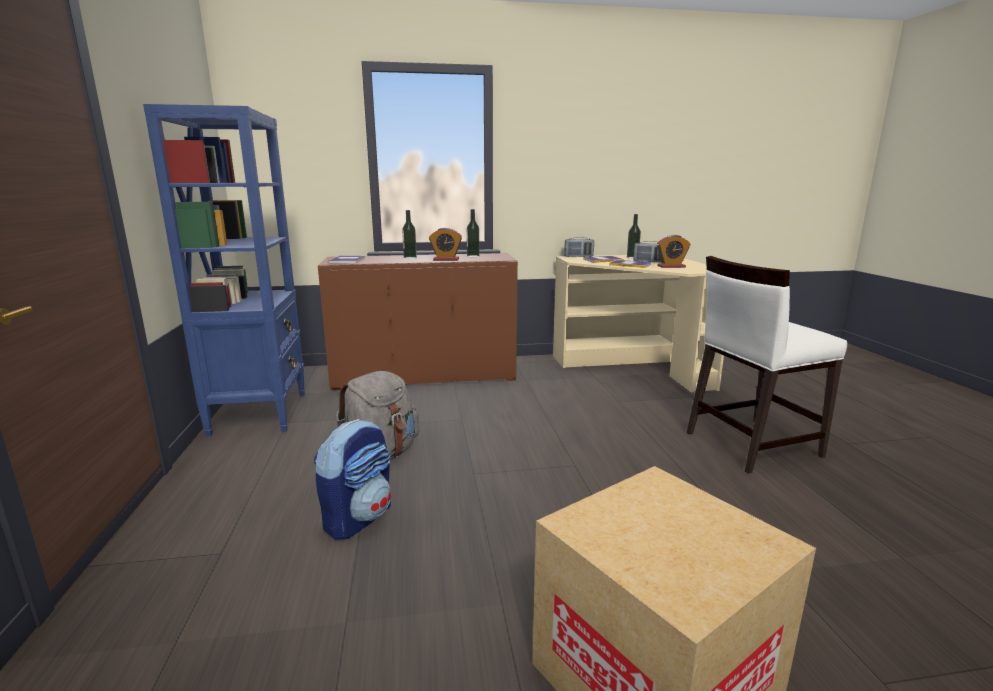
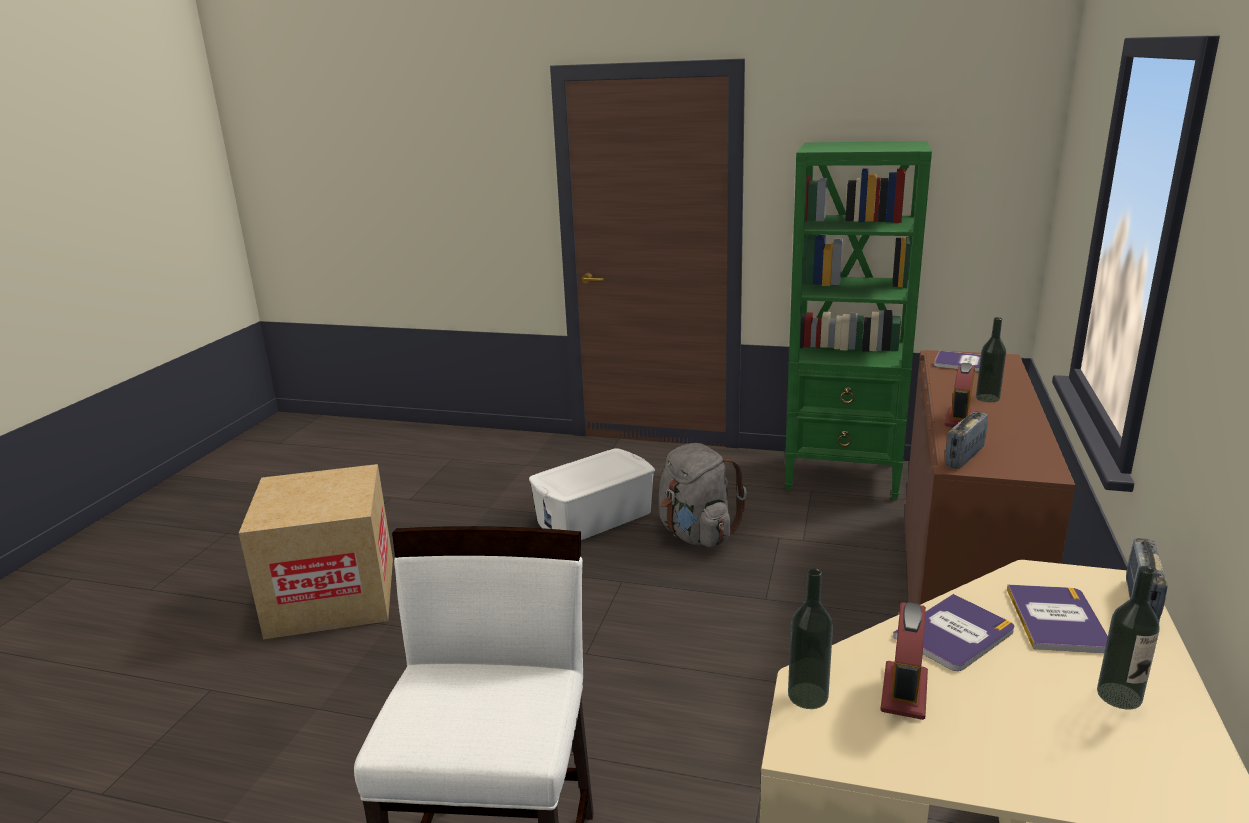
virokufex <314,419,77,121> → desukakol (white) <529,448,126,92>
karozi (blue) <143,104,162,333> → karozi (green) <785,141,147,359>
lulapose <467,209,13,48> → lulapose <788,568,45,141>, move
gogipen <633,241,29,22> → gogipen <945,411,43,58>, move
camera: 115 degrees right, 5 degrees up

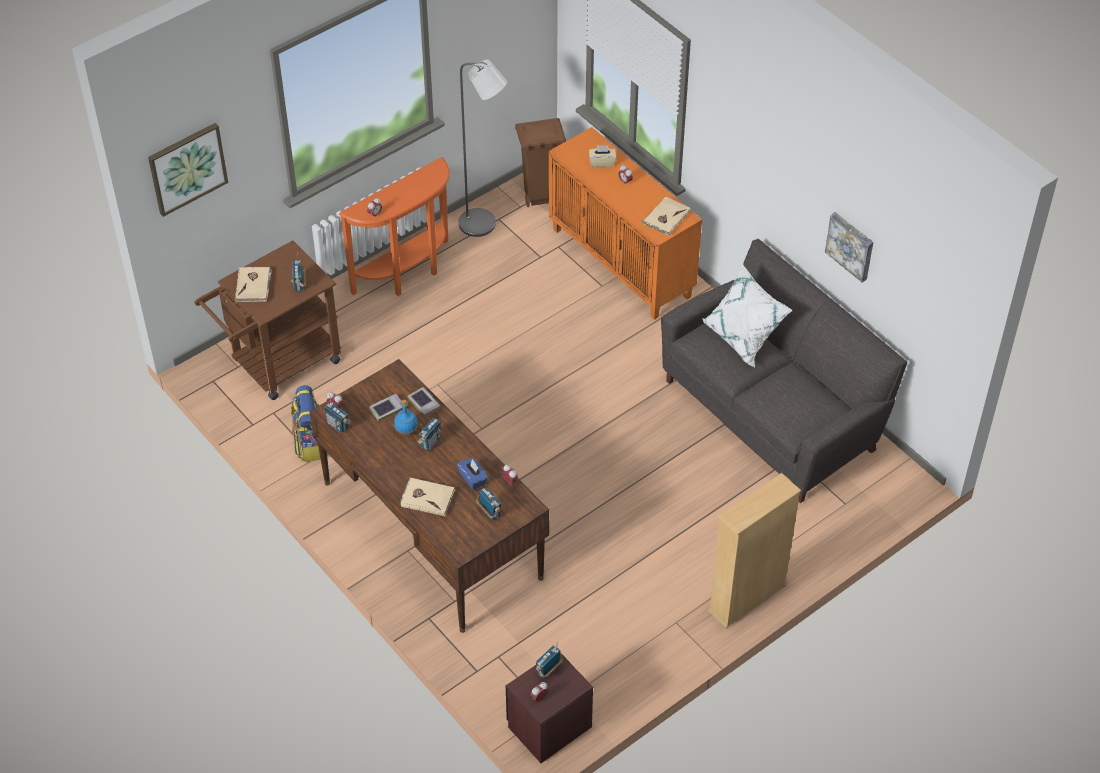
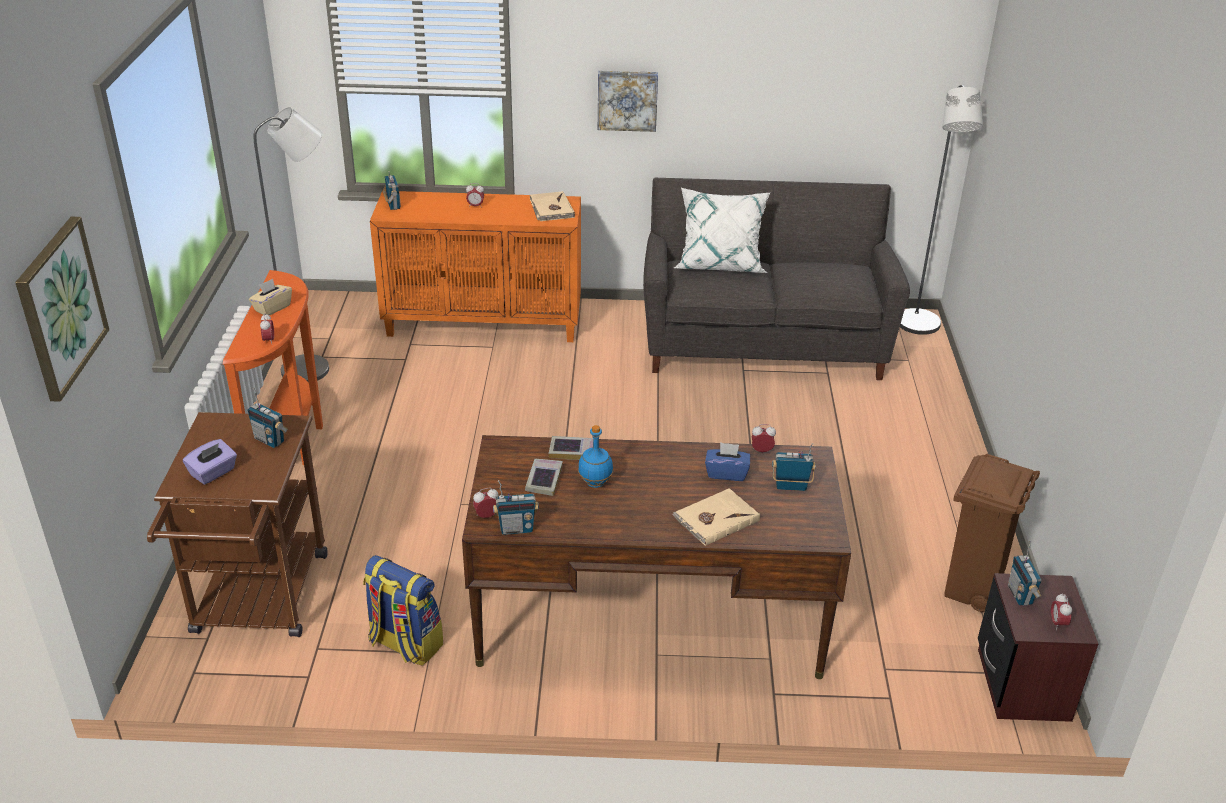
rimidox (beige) <235,267,37,35> → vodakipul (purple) <183,439,54,46>
vodakipul (beige) <589,145,27,22> → vodakipul (beige) <249,279,43,36>, move
gogipen <417,418,24,33> → gogipen <382,171,19,39>, move
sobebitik <825,212,48,70> → sobebitik <598,71,60,61>, move
- → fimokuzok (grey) <900,85,83,250>
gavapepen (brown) <515,118,51,89> → gavapepen (brown) <944,454,96,158>, move
karozi (beige) <708,473,93,155> → -
camera: 50 degrees left, 15 degrees down

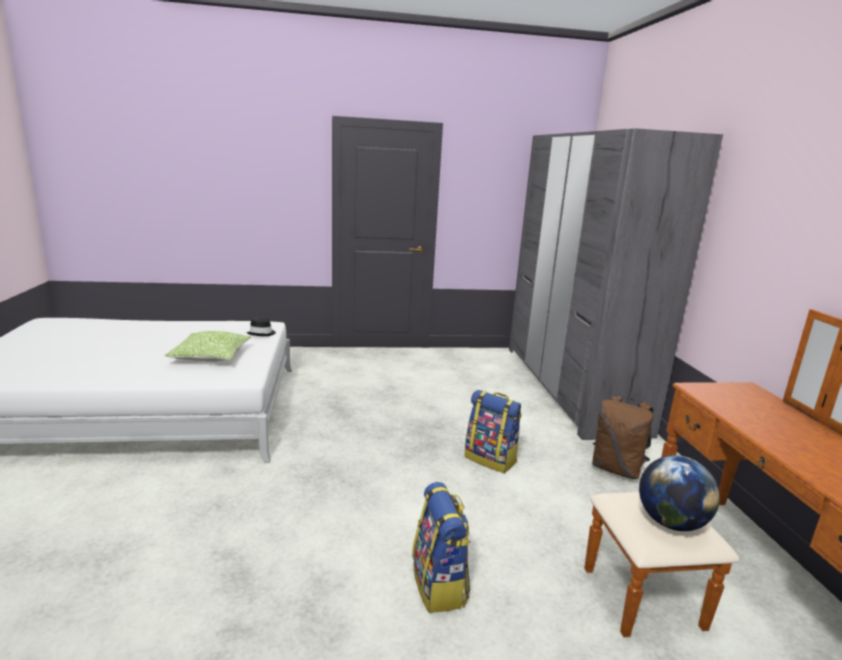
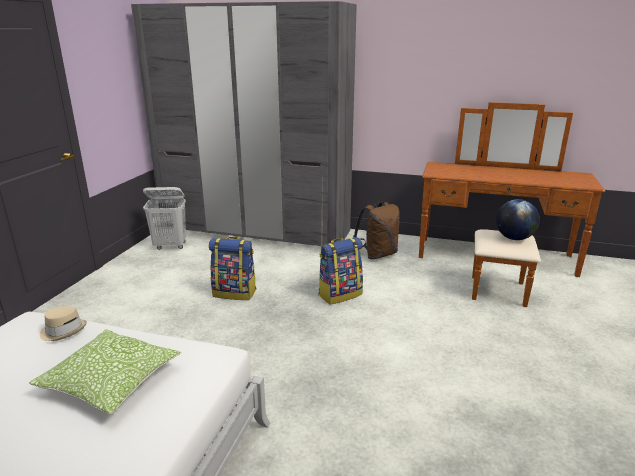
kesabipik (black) <246,318,30,18> → kesabipik (beige) <40,306,47,35>
- → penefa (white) <143,187,43,63>
virokufex <412,482,58,131> → virokufex <209,237,47,63>, move
camera: 65 degrees left, 5 degrees up

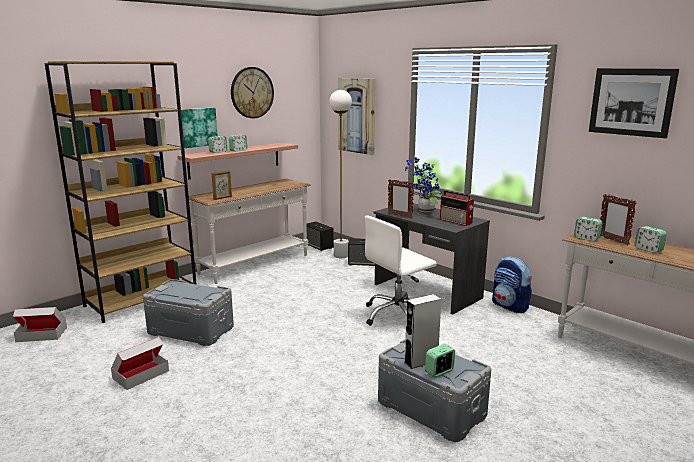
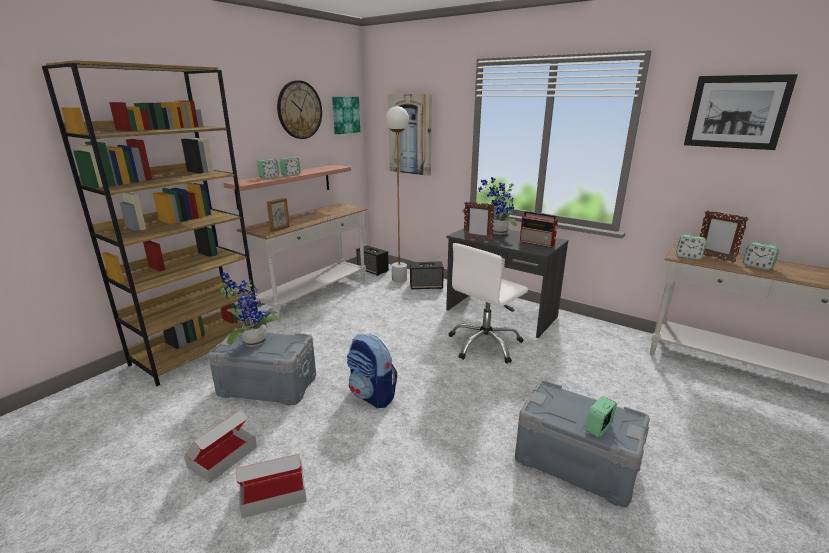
- → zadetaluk <220,272,58,75>
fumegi <13,307,54,35> → fumegi <236,454,71,64>, move
sobebitik <181,108,36,40> → sobebitik <332,97,28,37>, move
virokufex <492,257,40,56> → virokufex <347,334,50,74>, move
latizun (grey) <404,294,37,75> → -
camera: 10 degrees left, 5 degrees up

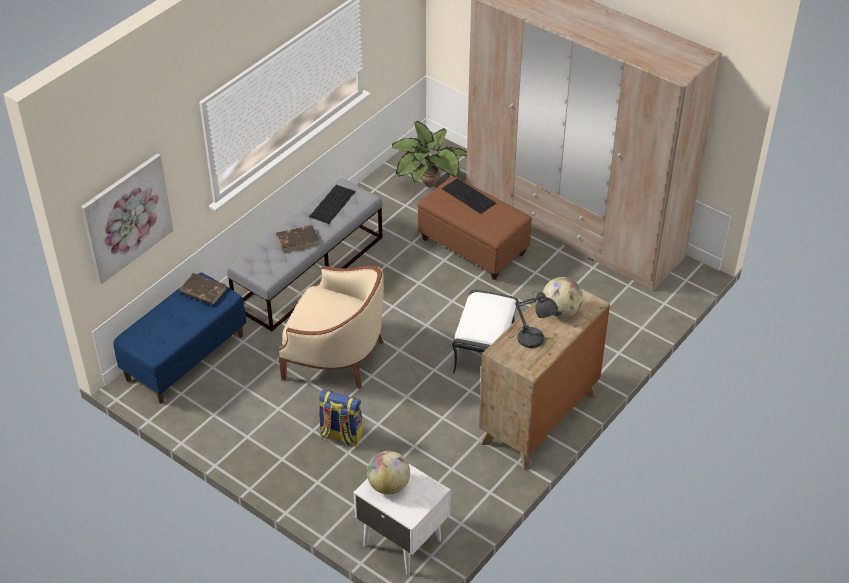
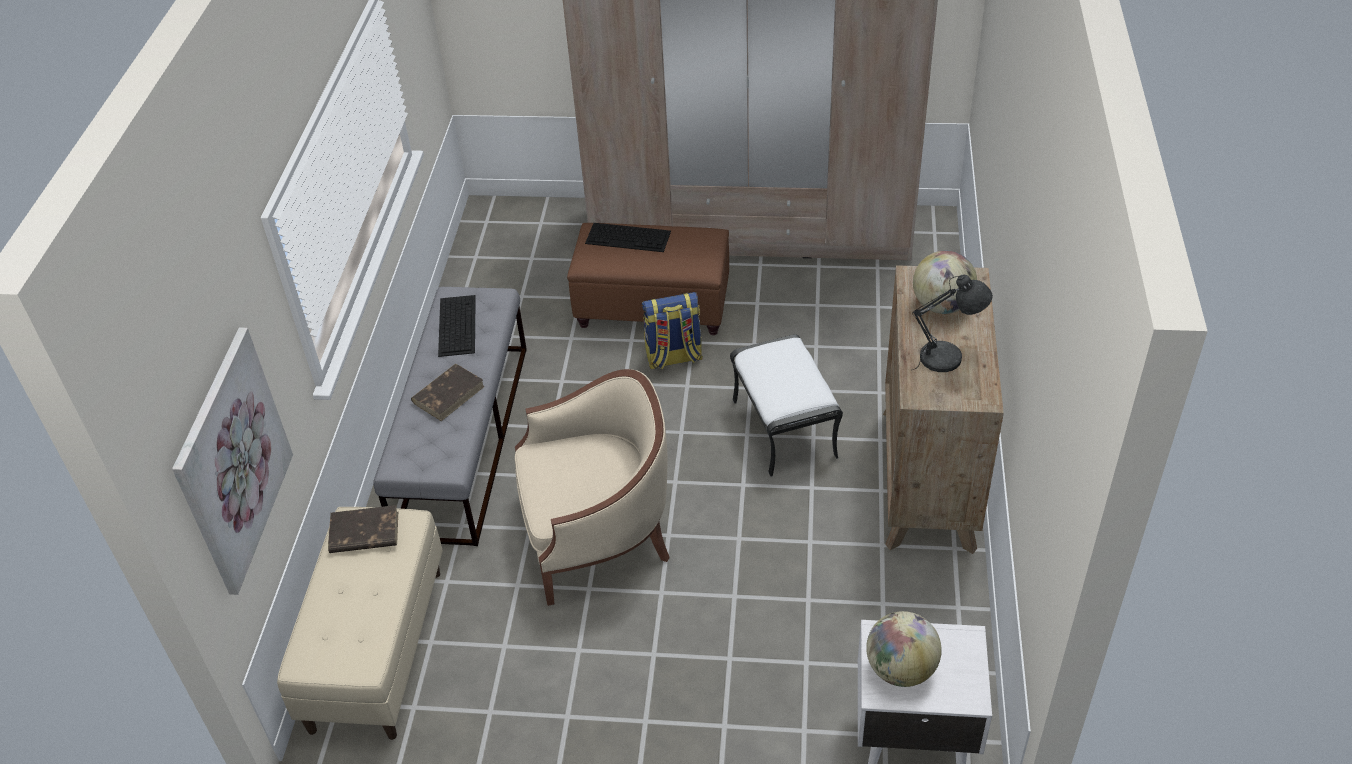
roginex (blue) <113,272,133,132> → roginex (beige) <277,507,166,233>
virokufex <318,390,45,56> → virokufex <642,292,61,77>, move
zadetaluk <391,121,76,66> → -
camera: 30 degrees left, 0 degrees up

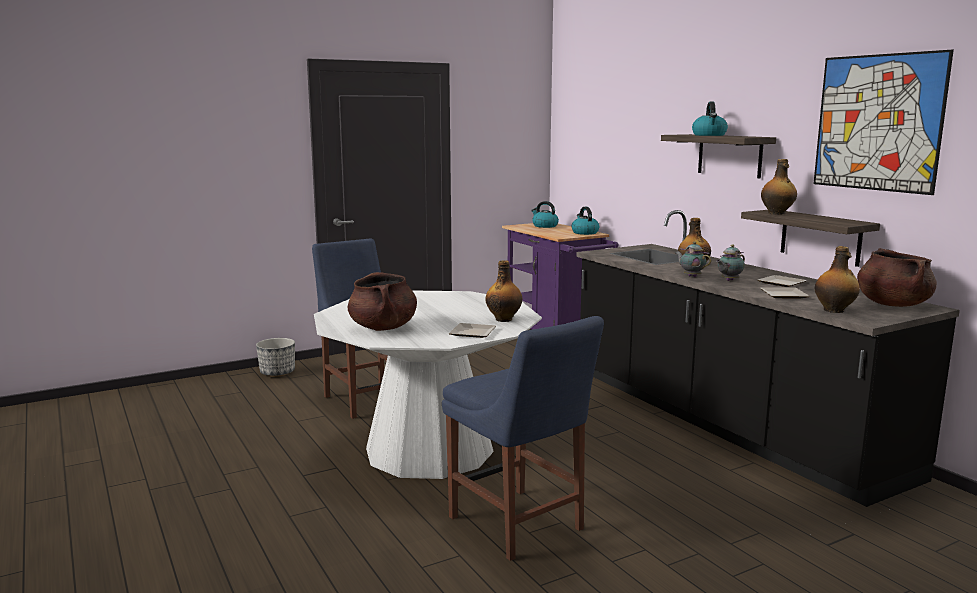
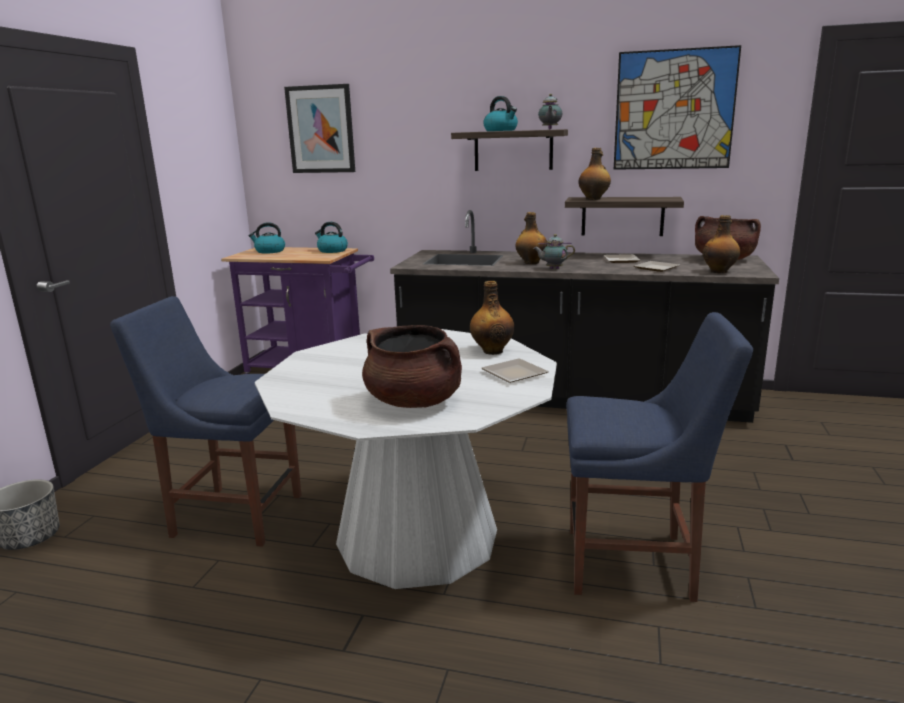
- → sobebitik <284,84,71,89>
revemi <716,244,29,37> → revemi <538,94,24,35>, move
camera: 45 degrees left, 5 degrees up

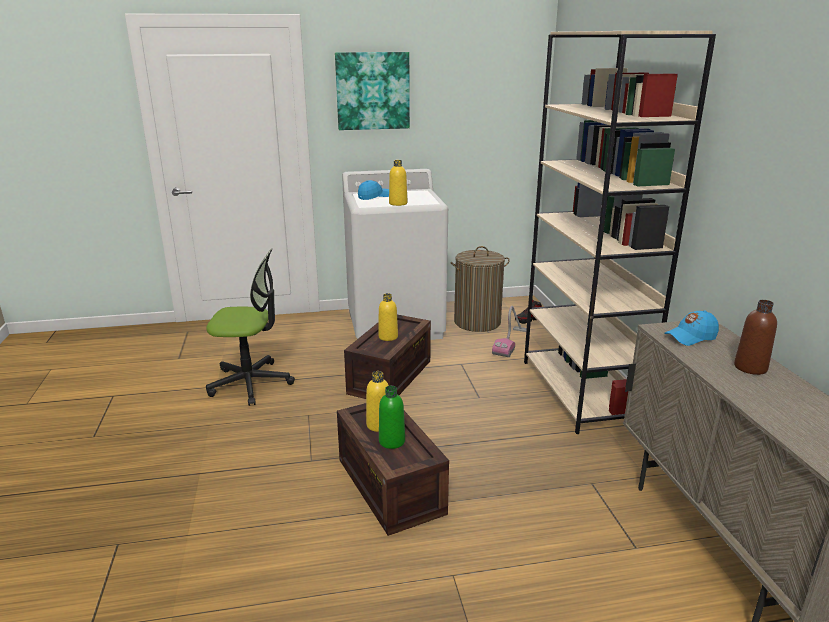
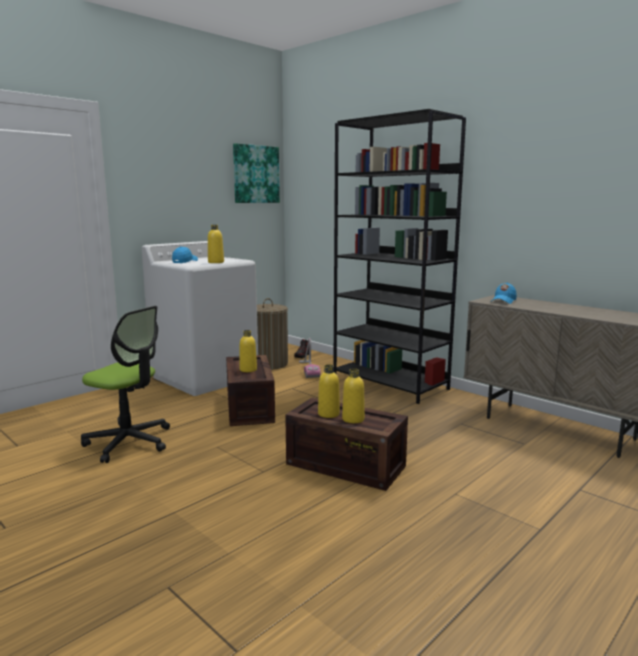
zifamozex <206,248,89,158> → zifamozex <81,306,89,157>, 60 degrees clockwise
sobebitik <335,52,75,78> → sobebitik <233,143,47,60>, move
karozi (beige) <524,31,192,403> → karozi (black) <333,109,133,295>
lulapose (green) <379,385,26,64> → lulapose (yellow) <342,368,23,55>
lulapose (brown) <734,300,43,75> → -
camera: 35 degrees left, 10 degrees down

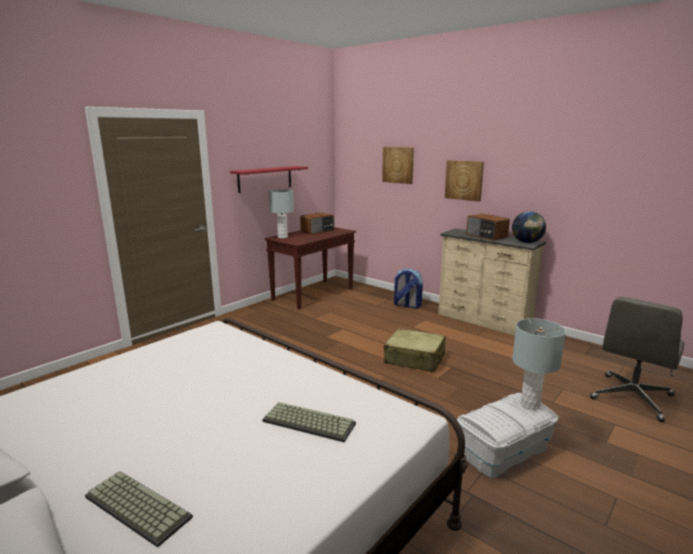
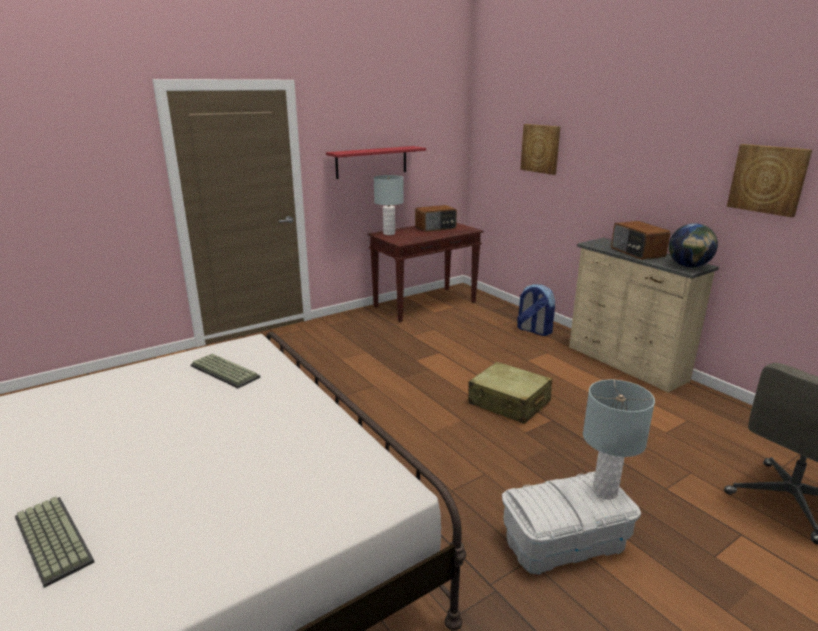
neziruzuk <262,402,94,40> → neziruzuk <191,354,69,34>, move
sobebitik <445,160,39,41> → sobebitik <727,144,85,73>, move
camera: 15 degrees right, 5 degrees up

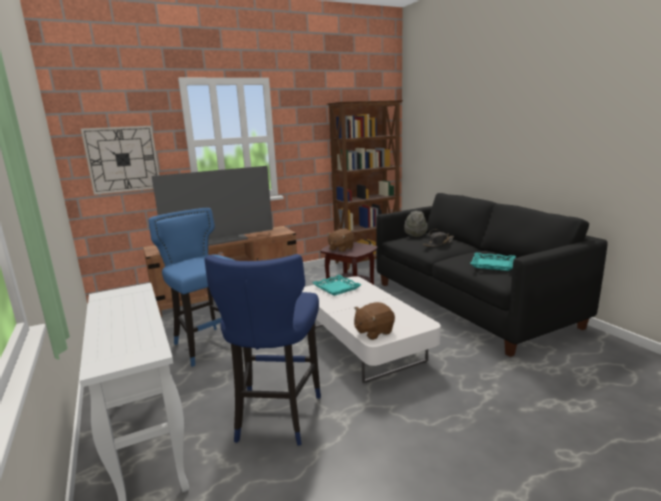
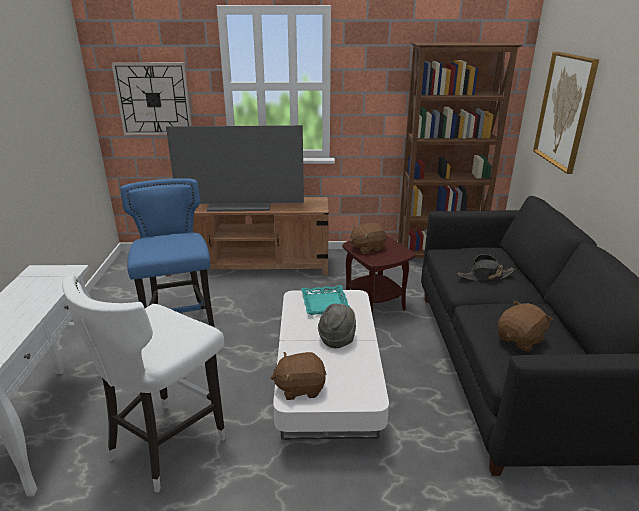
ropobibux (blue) <204,254,117,192> → ropobibux (white) <62,274,164,219>
kesabipik (grey) <404,211,24,26> → kesabipik (grey) <318,304,38,44>, move
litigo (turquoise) <470,252,46,19> → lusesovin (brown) <497,300,56,52>
- → sobebitik <533,52,66,122>
camera: 25 degrees right, 10 degrees up

